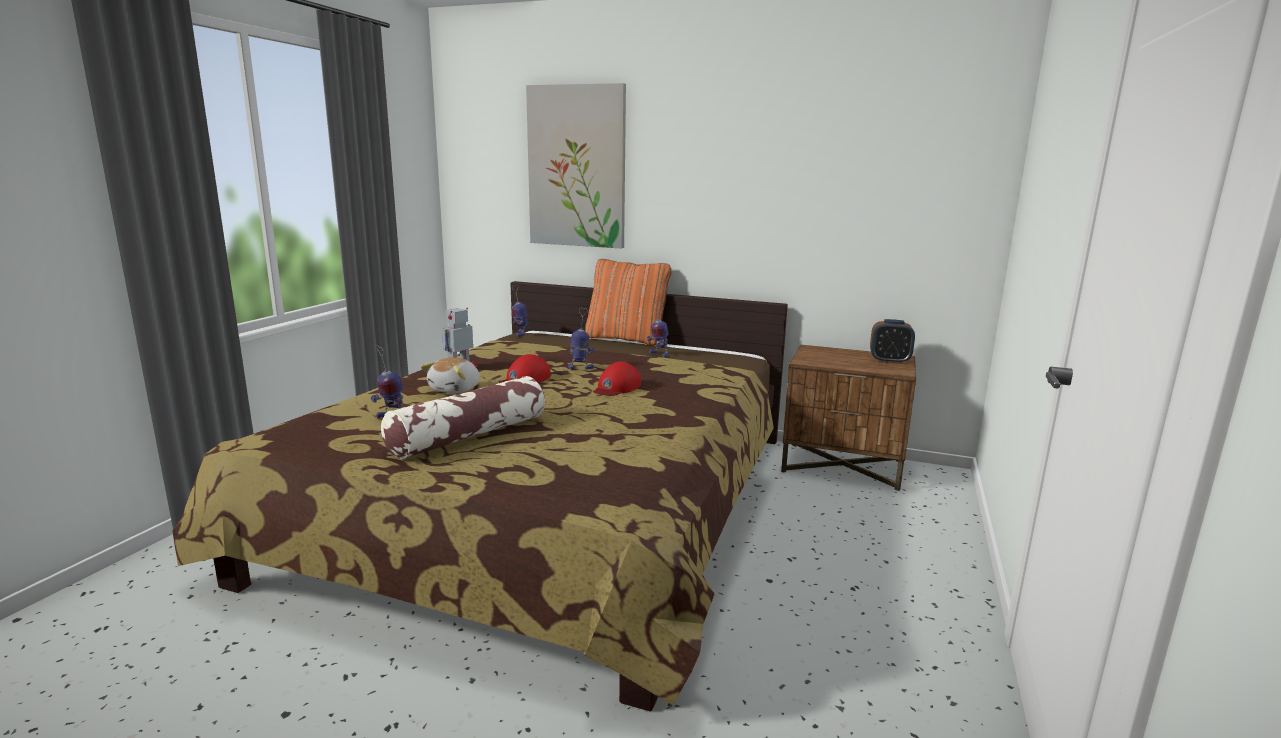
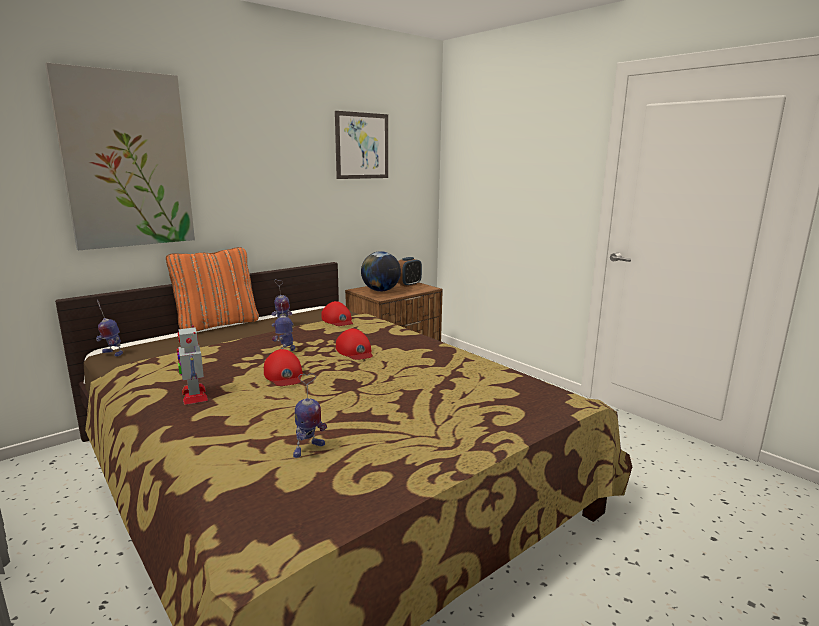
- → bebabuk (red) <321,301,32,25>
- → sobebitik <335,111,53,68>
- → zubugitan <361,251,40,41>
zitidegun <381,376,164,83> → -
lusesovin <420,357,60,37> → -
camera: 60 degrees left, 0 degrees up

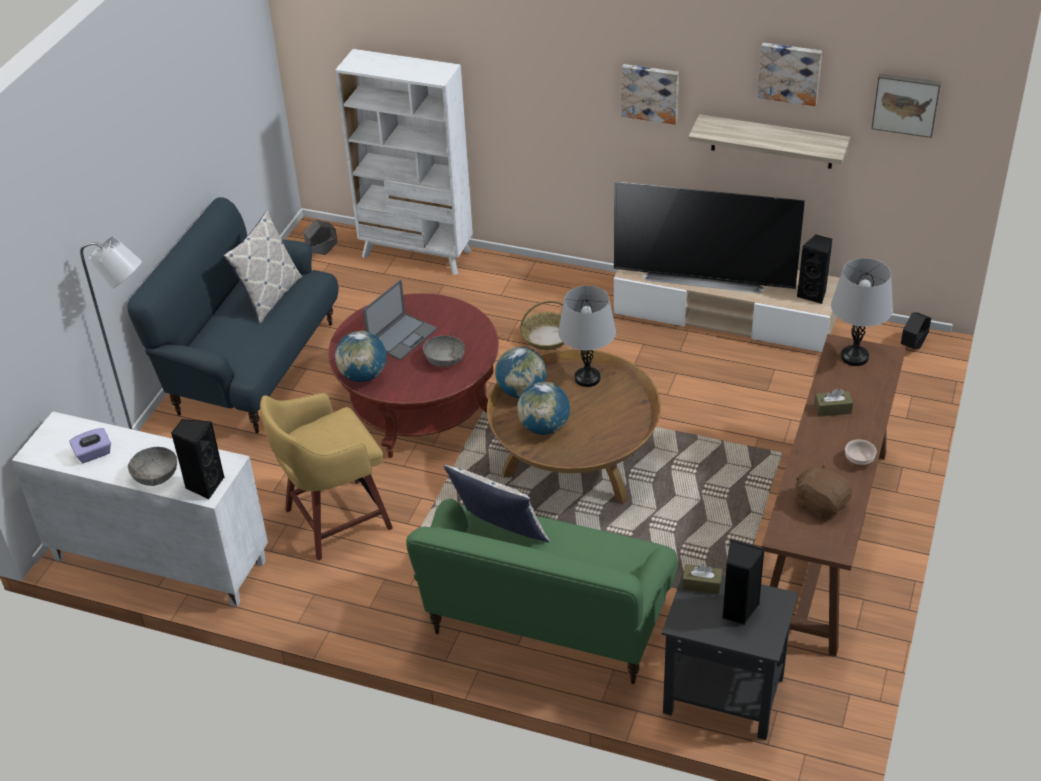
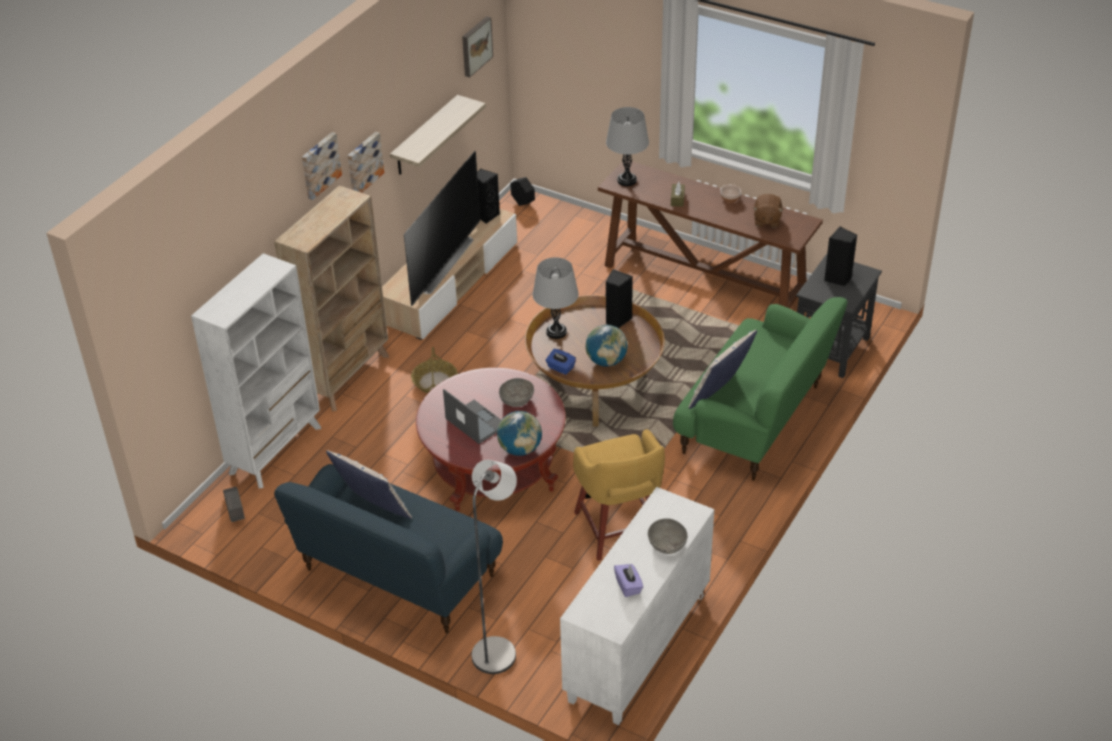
- → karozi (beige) <274,185,115,226>
sobebitik <757,43,65,63> → sobebitik <302,132,40,68>, move
zubugitan <495,347,52,51> → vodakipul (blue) <546,349,30,26>
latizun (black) <171,419,53,80> → latizun (black) <606,269,27,59>, move
lusesovin (brown) <796,462,56,58> → lusesovin (brown) <753,194,30,34>, 45 degrees counterclockwise
vodakipul (brown) <682,564,41,30> → -
camera: 80 degrees left, 0 degrees up

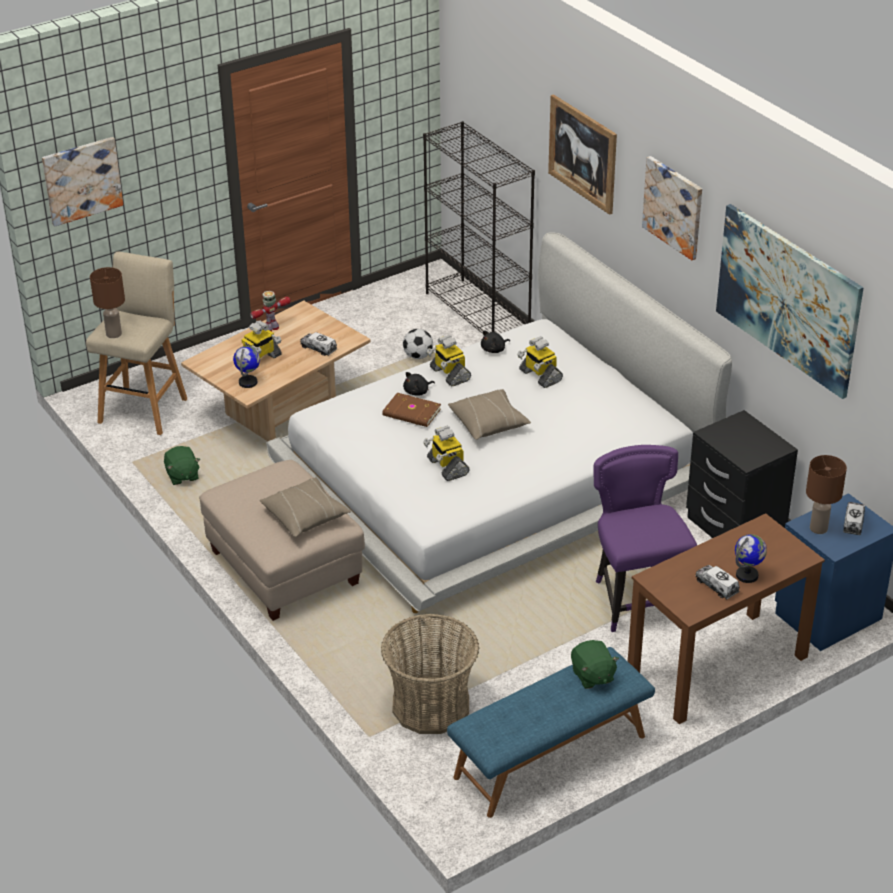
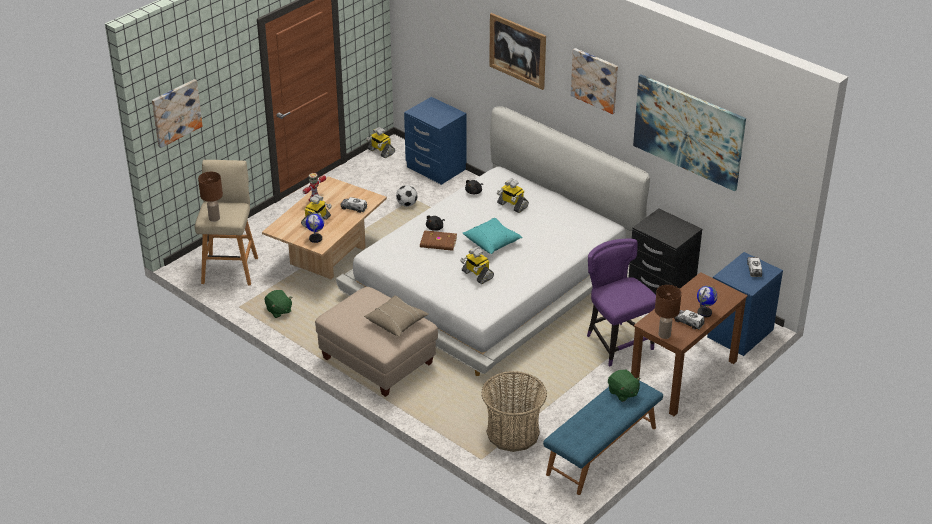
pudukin <427,335,44,51> → pudukin <366,127,29,31>, move
karozi (black) <423,121,112,213> → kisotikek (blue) <404,97,63,88>
zitidegun (beige) <448,389,83,51> → zitidegun (turquoise) <463,218,60,36>
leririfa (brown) <806,455,41,79> → leririfa (brown) <655,285,27,54>, move
camera: 15 degrees left, 0 degrees up

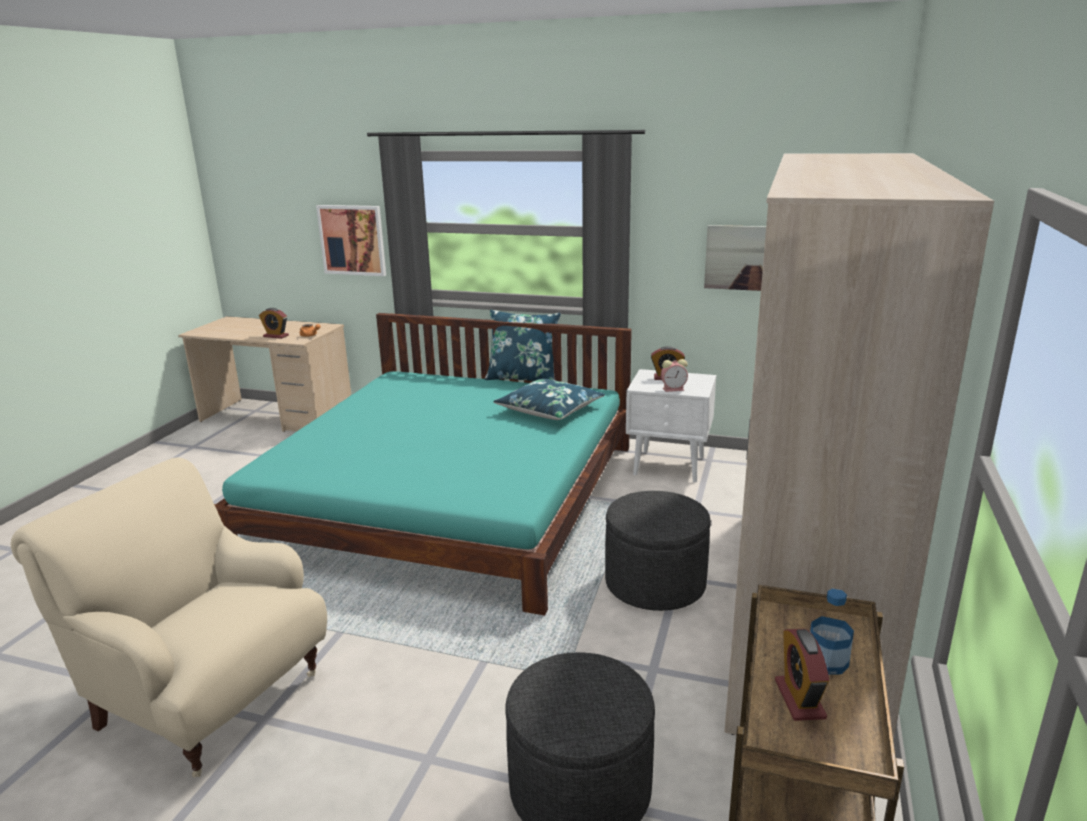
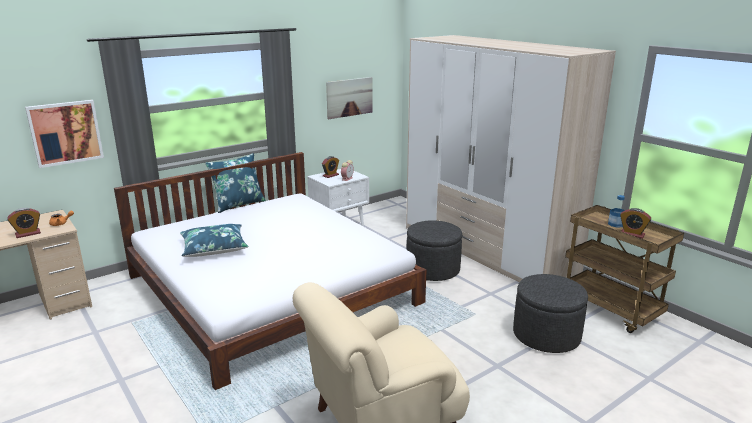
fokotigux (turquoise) <214,313,418,303> → fokotigux (white) <114,152,313,238>
zitidegun (blue) <493,379,112,41> → zitidegun (blue) <180,224,69,33>, move
camera: 55 degrees left, 0 degrees up

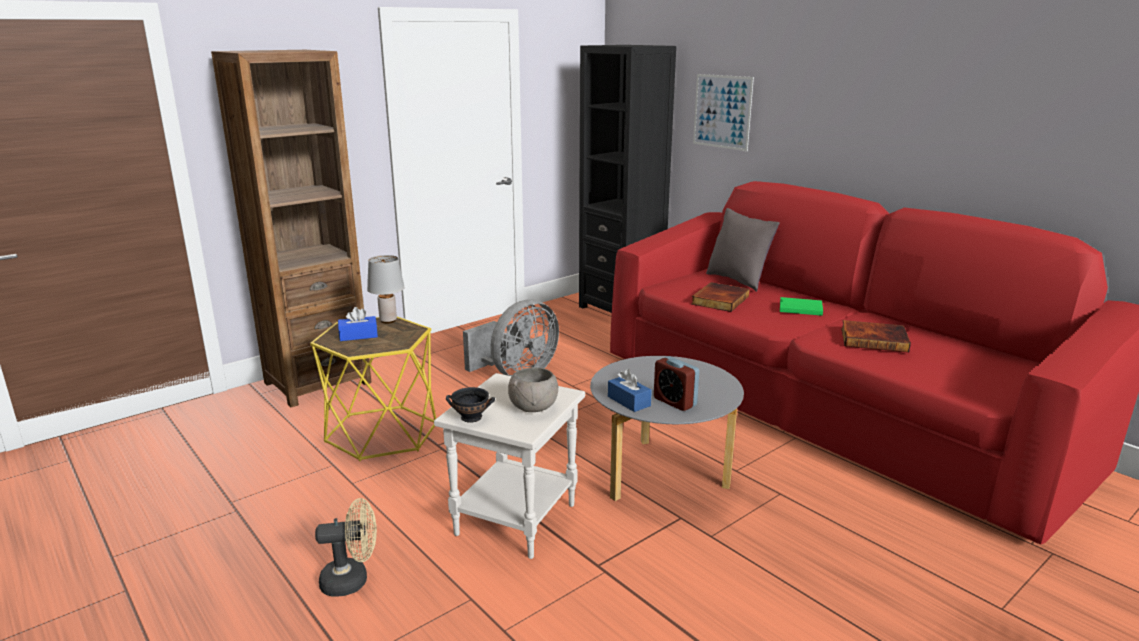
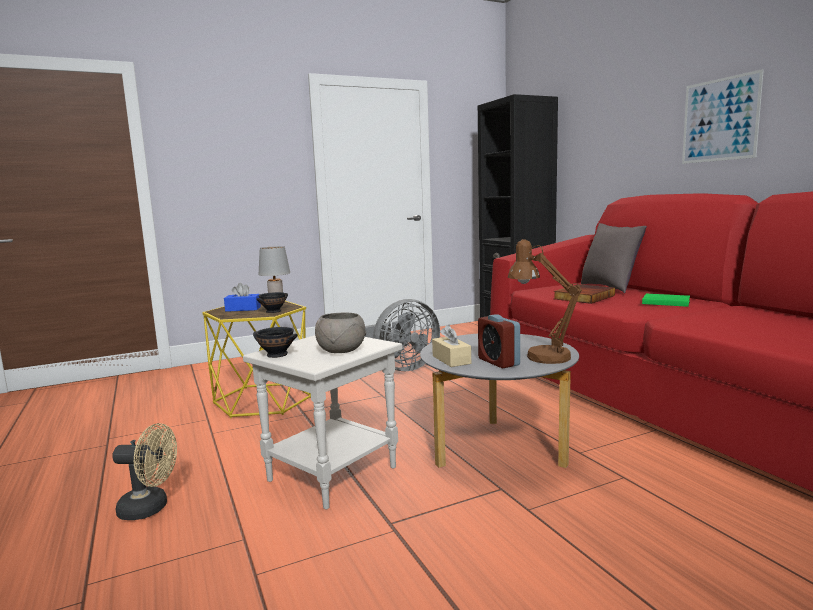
- → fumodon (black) <257,292,31,21>
vodakipul (blue) <608,369,44,43> → vodakipul (beige) <432,325,39,42>
- → leririfa (brown) <508,239,74,125>
sobebitik <693,74,61,77> → sobebitik <682,69,82,95>, move
karozi (brown) <211,50,161,357> → -
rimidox <841,320,70,32> → -
camera: 15 degrees right, 10 degrees down

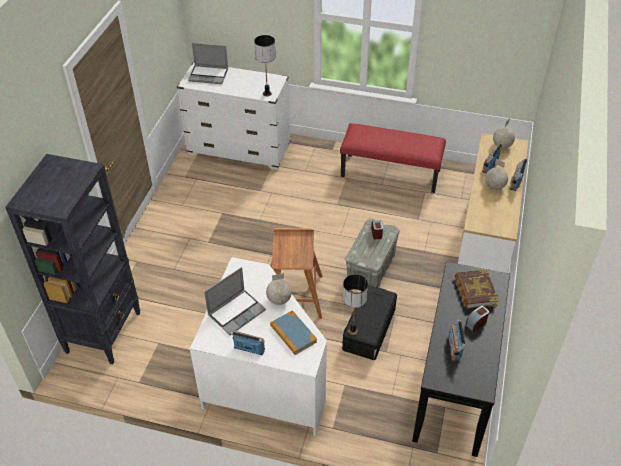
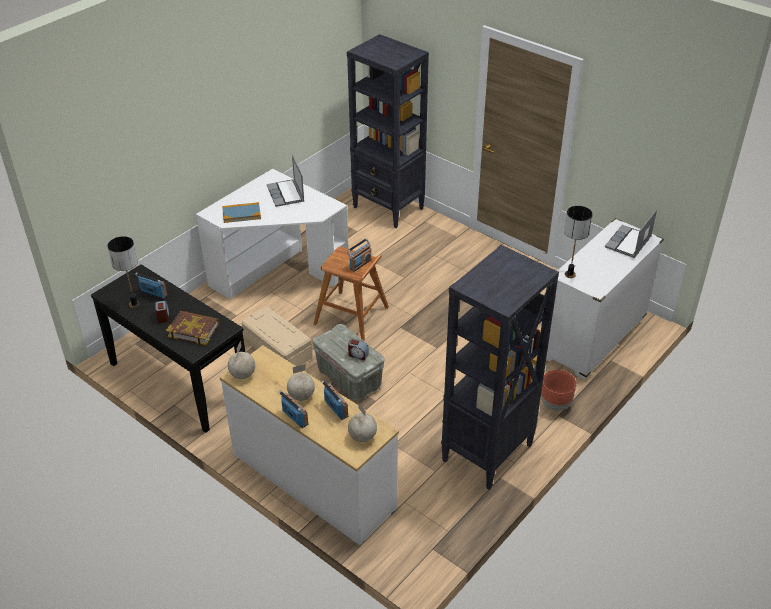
leririfa <343,274,25,61> → leririfa <107,236,33,73>, move
zubugitan <266,273,26,32> → zubugitan <228,340,27,39>, move
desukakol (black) <342,285,55,75> → desukakol (beige) <242,306,71,60>
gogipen <230,331,35,24> → gogipen <347,238,25,34>, move
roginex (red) <340,123,106,70> → karozi (black) <441,245,118,245>
- → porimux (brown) <541,370,35,41>
camera: 115 degrees right, 5 degrees down

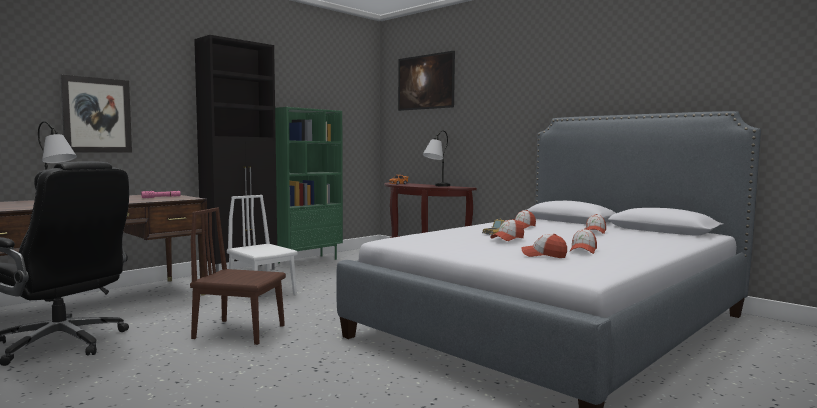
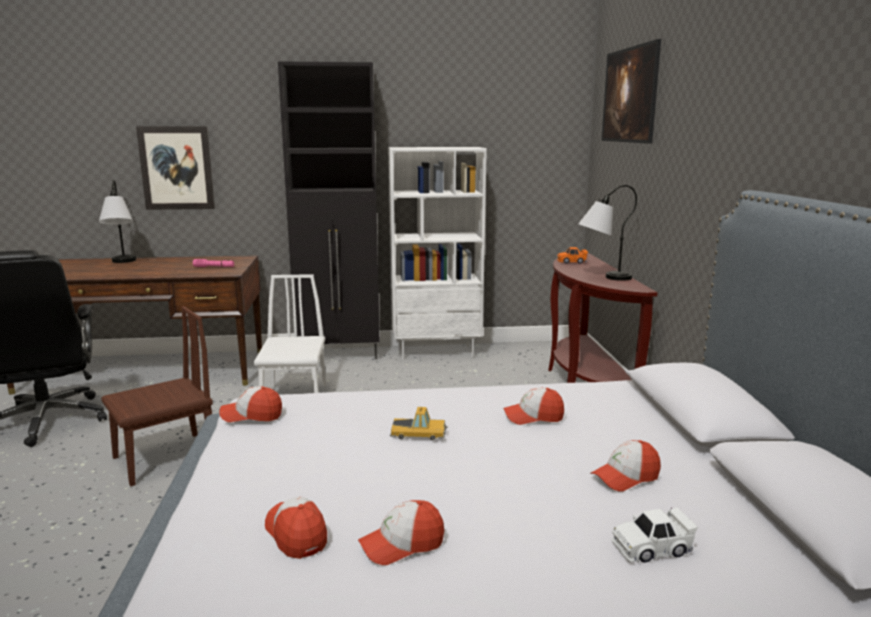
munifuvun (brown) <190,207,96,138> → munifuvun (brown) <101,306,112,181>, 90 degrees clockwise
bebabuk <490,219,34,22> → bebabuk <219,386,63,36>, move
karozi (green) <275,107,68,156> → karozi (white) <388,147,99,213>
- → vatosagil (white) <611,507,87,56>
camera: 40 degrees right, 10 degrees up

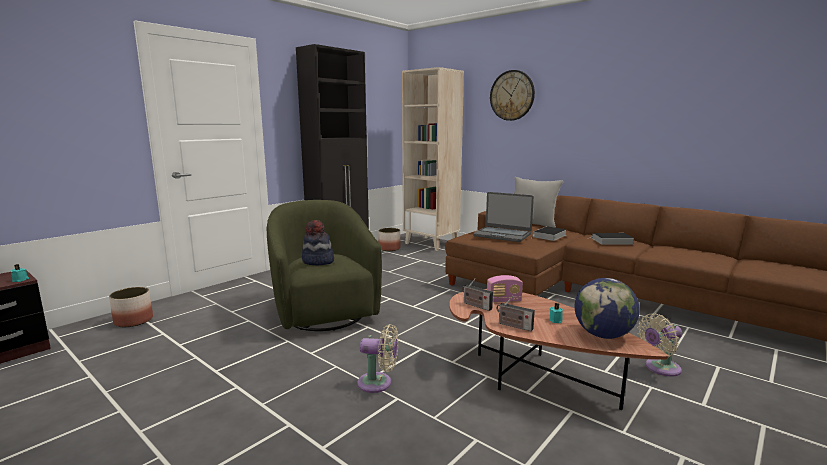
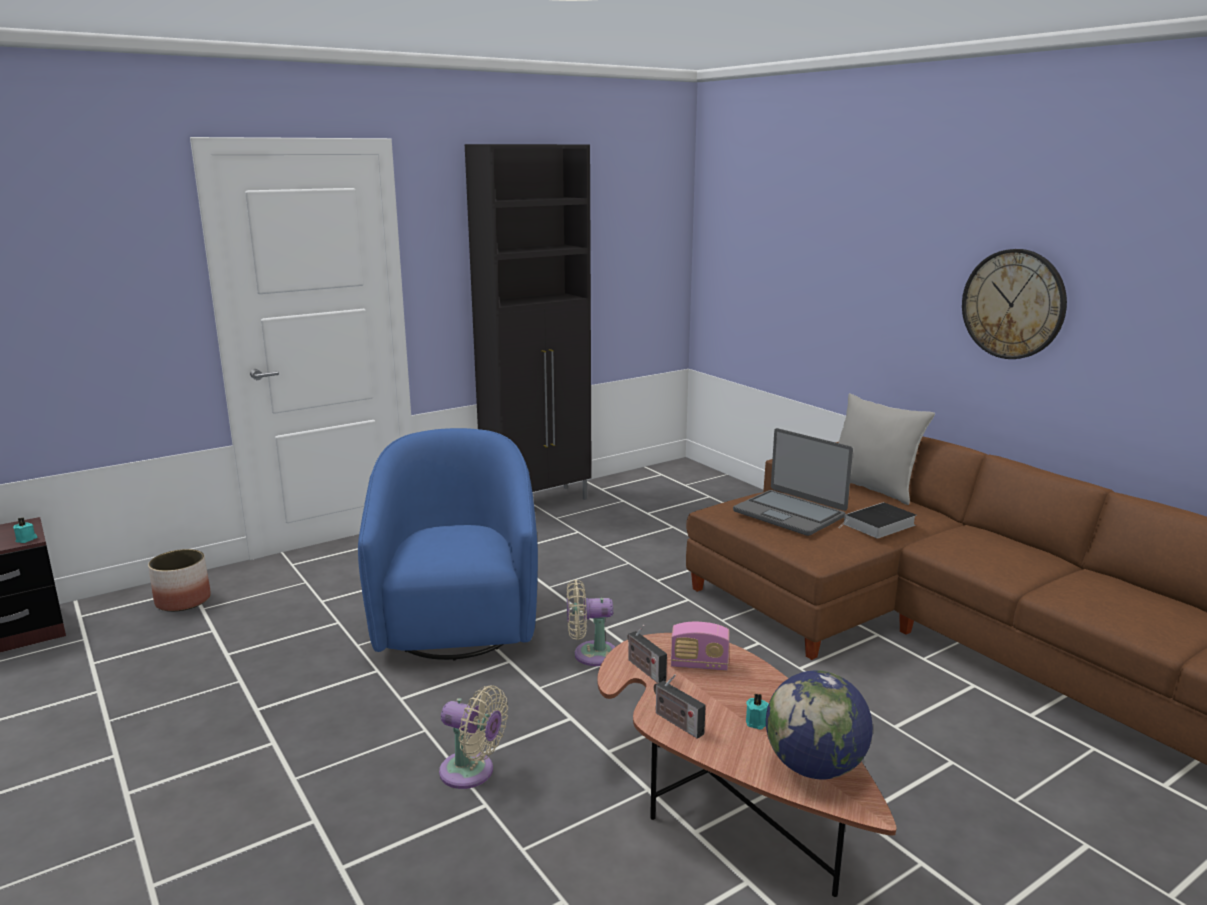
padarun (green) <267,200,115,131> → padarun (blue) <358,428,180,233>
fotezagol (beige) <637,313,45,63> → fotezagol (beige) <567,579,48,87>, move
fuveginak <490,70,45,51> → fuveginak <962,249,105,110>, move
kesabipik <301,220,33,45> → -
porimux <379,228,21,23> → -
karozi (beige) <402,67,62,184> → -
rimidox <587,233,47,12> → -
camera: 15 degrees right, 5 degrees up

